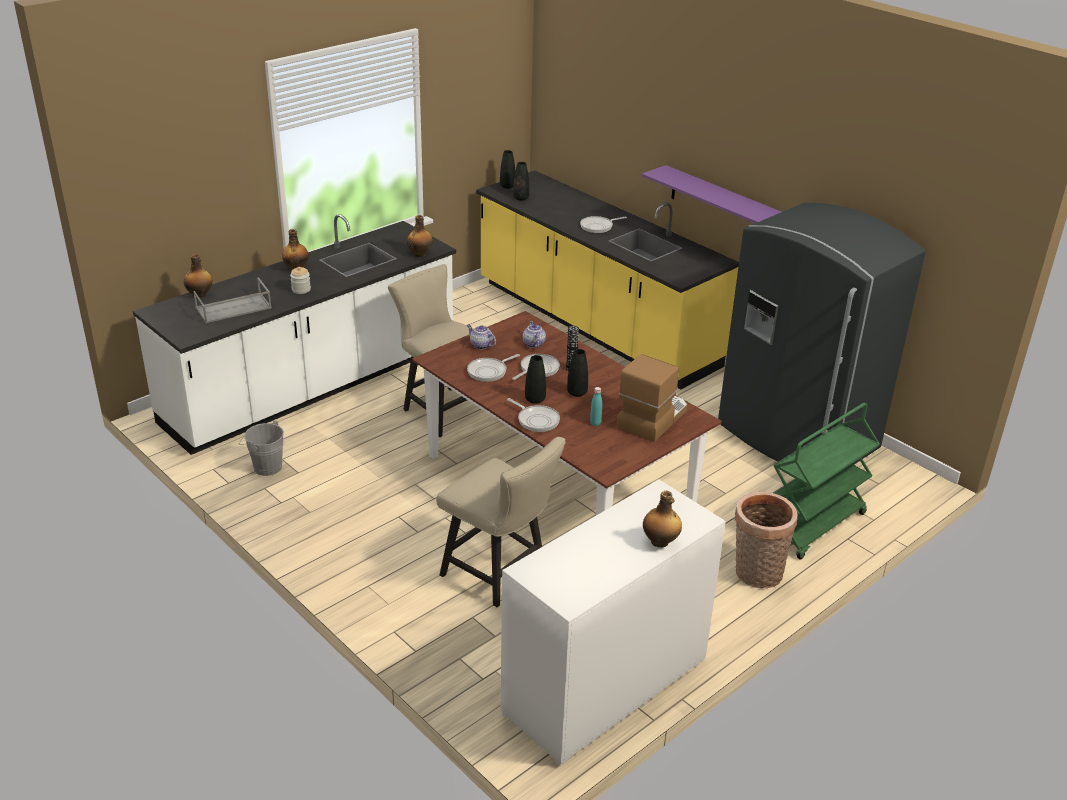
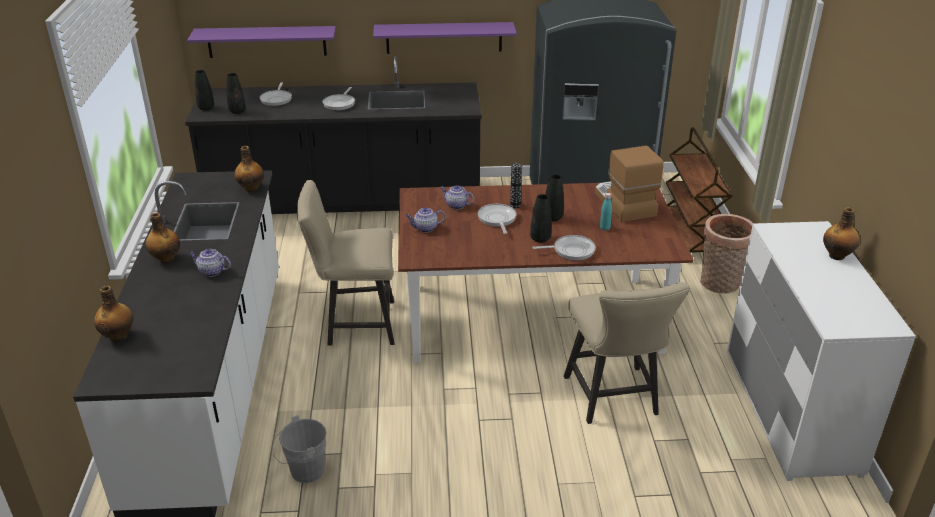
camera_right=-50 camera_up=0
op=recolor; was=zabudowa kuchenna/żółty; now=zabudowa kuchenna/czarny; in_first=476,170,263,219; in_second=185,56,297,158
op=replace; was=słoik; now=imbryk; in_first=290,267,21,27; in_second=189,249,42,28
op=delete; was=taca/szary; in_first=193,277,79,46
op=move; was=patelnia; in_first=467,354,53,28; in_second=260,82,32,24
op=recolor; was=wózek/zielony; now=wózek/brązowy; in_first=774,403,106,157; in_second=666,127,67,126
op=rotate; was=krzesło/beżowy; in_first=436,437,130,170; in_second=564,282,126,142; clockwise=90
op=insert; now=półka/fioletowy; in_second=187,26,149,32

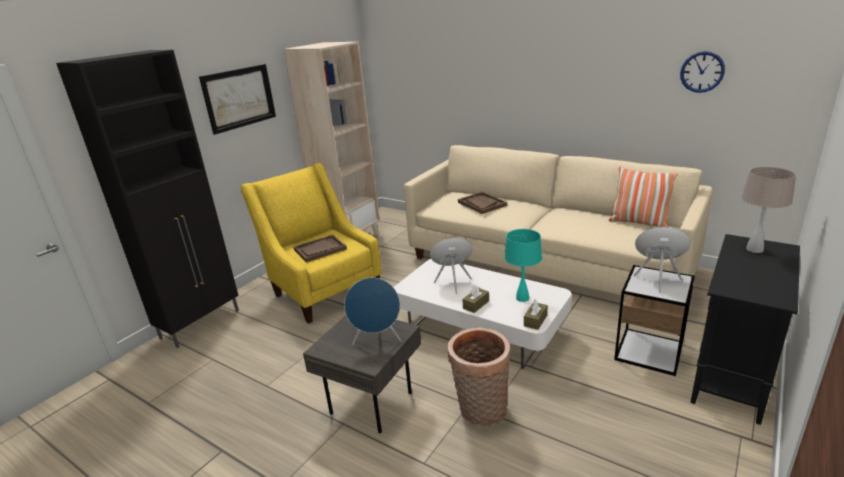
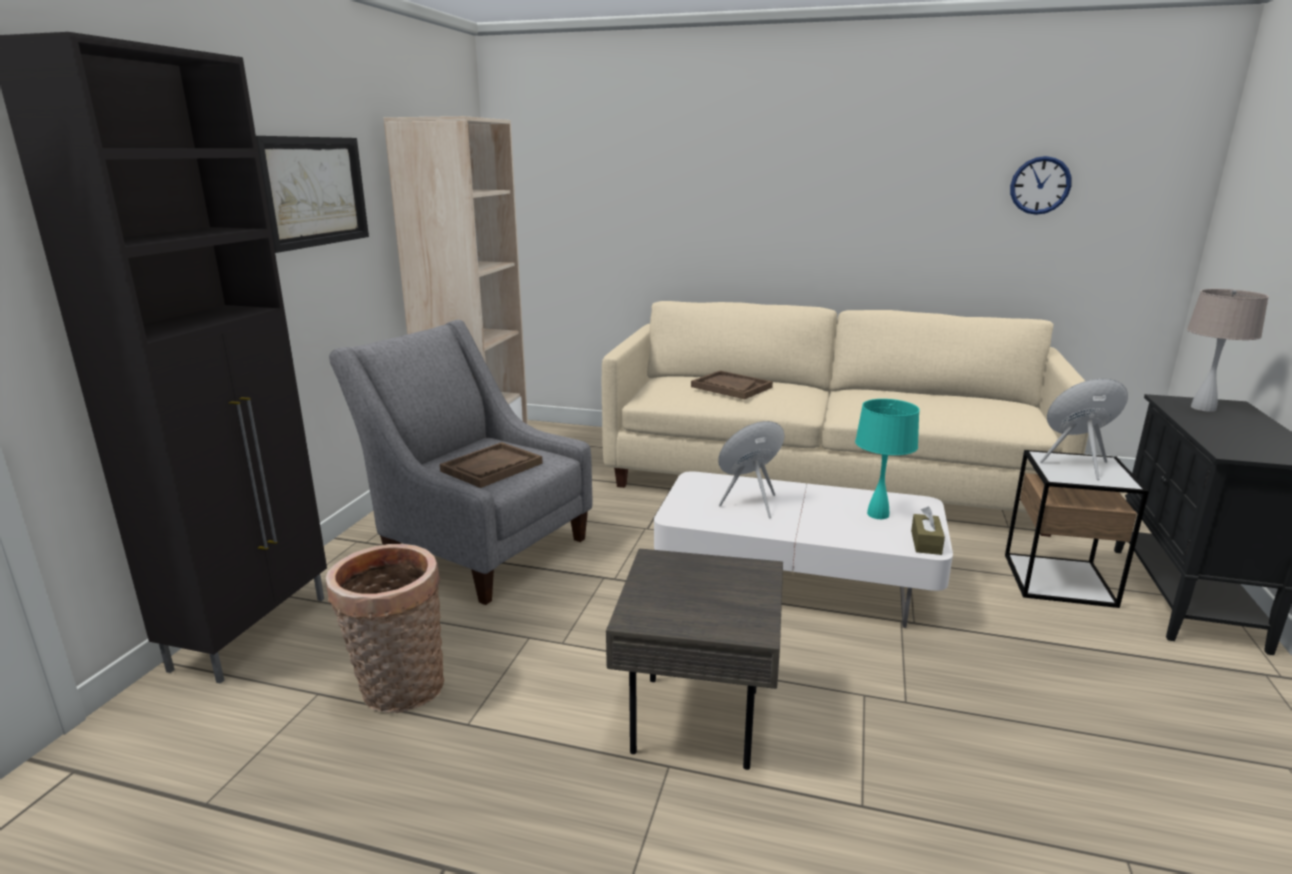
camera_right=-20 camera_up=-5
op=recolor; was=fotel/żółty; now=fotel/szary; in_first=241,163,141,161; in_second=329,320,264,285
op=delete; was=poduszka; in_first=609,167,69,60
op=delete; was=głośnik/niebieski; in_first=344,277,58,68
op=delete; was=pudełko chusteczek/brązowy; in_first=462,285,27,28
op=move; was=koszyk; in_first=448,328,63,99; in_second=326,544,118,169

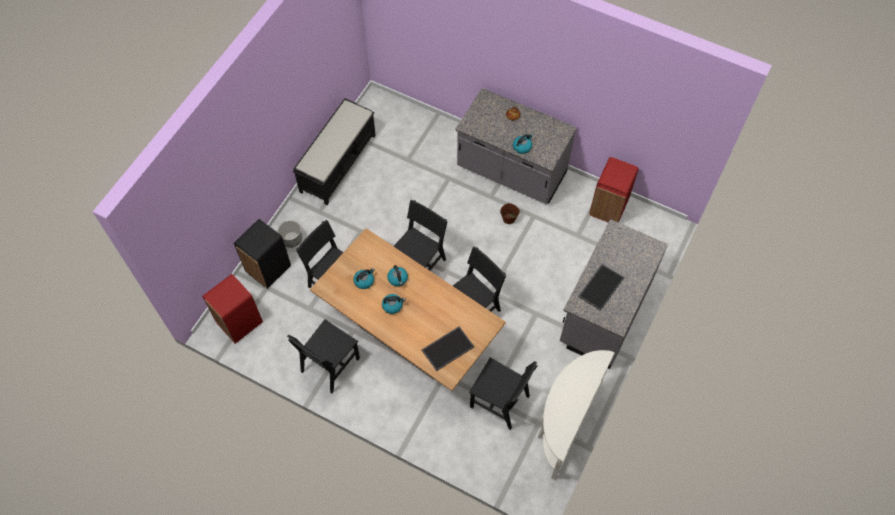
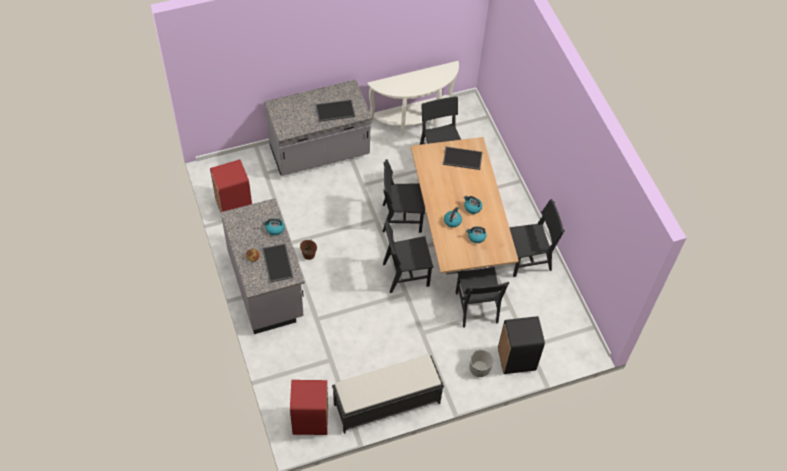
camera_right=-140 camera_up=-5
op=move; was=kosz na śmieci/czerwony; in_first=202,274,61,70; in_second=290,380,38,55
op=insert; now=taca; in_second=262,243,32,40

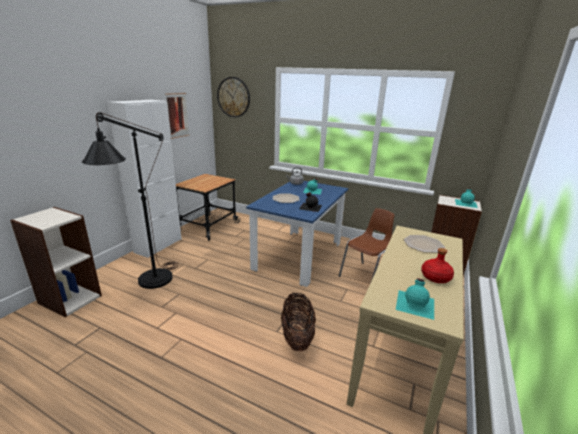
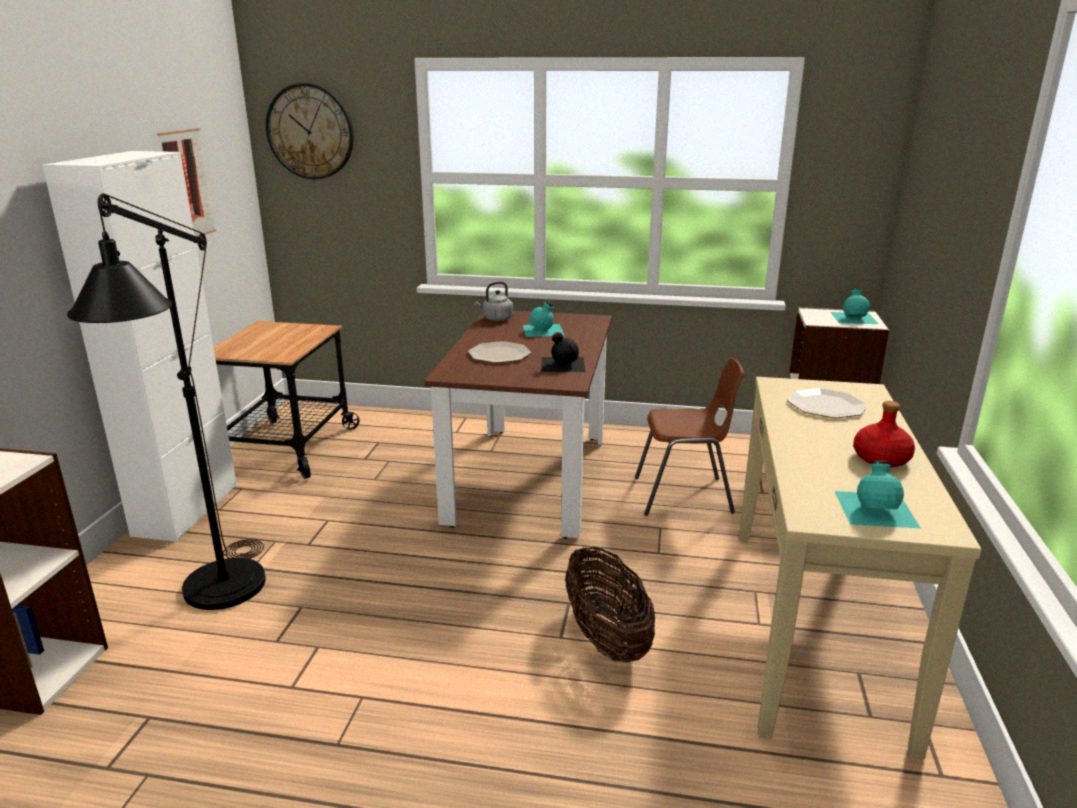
camera_right=-15 camera_up=0
op=recolor; was=stół jadalny/niebieski; now=stół jadalny/brązowy; in_first=246,181,102,106; in_second=424,310,188,229
op=rotate; was=krzesło/brązowy; in_first=338,208,56,73; in_second=635,358,109,158; clockwise=60

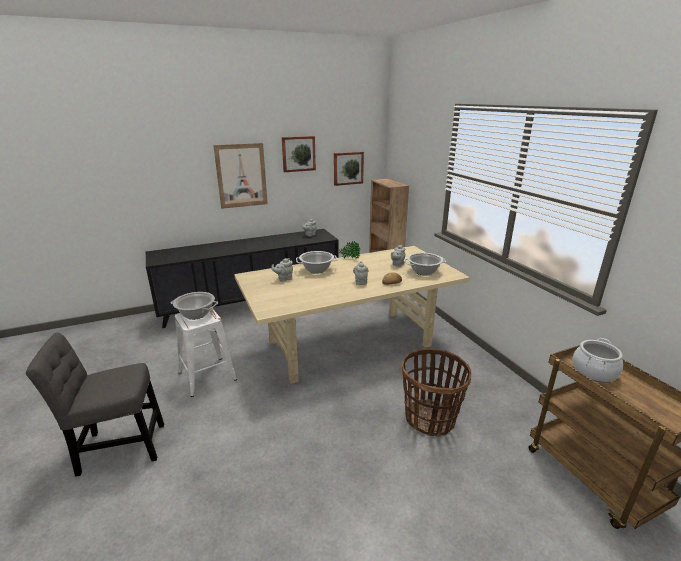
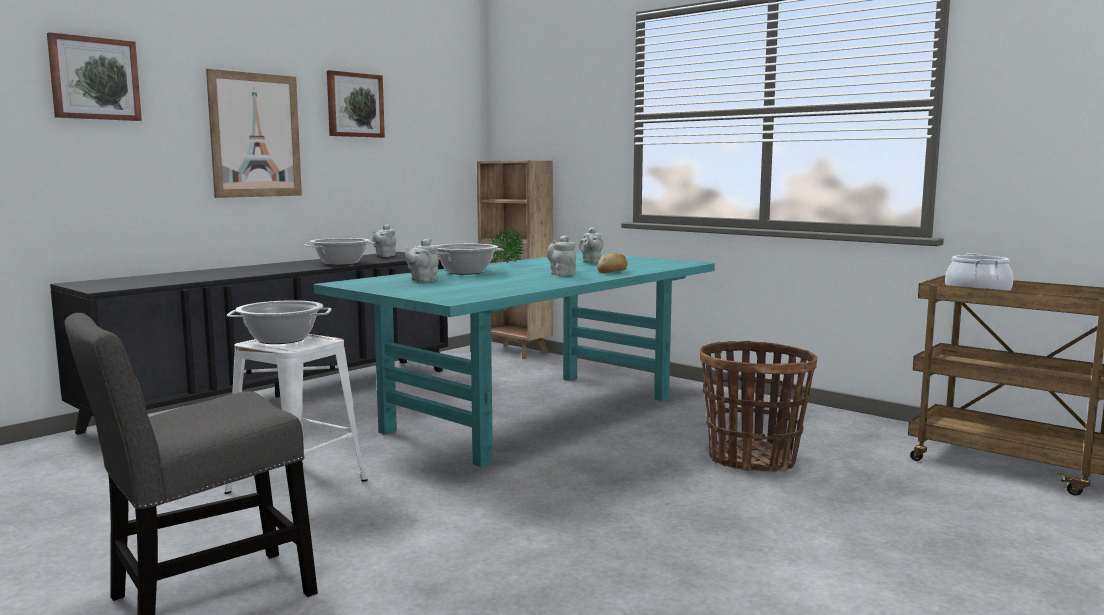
camera_right=-25 camera_up=-15
op=move; was=obraz; in_first=334,151,30,35; in_second=47,32,95,89
op=recolor; was=stół jadalny/beżowy; now=stół jadalny/turkusowy; in_first=234,246,236,138; in_second=314,253,401,214
op=move; was=garnek; in_first=404,253,43,23; in_second=304,238,72,27

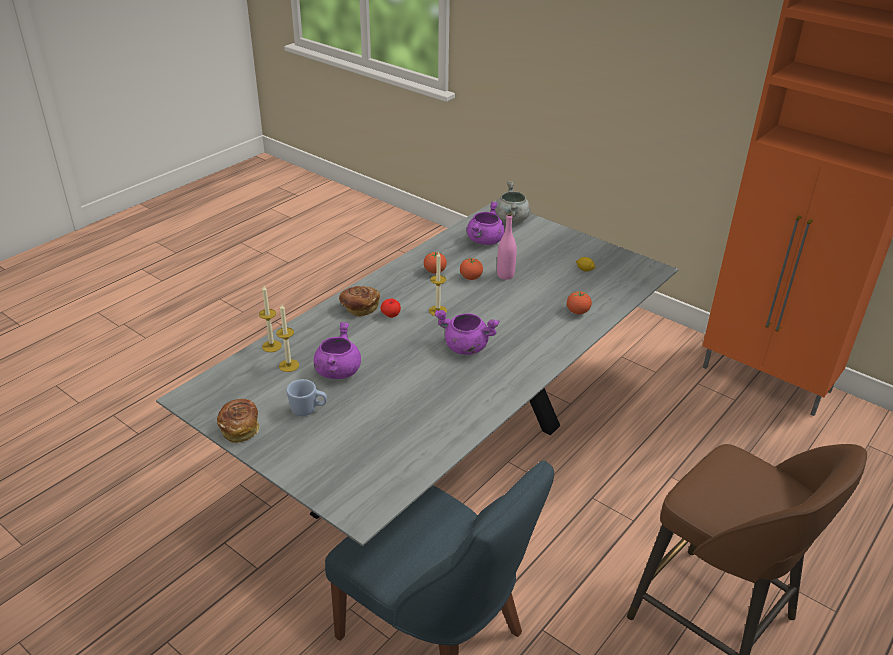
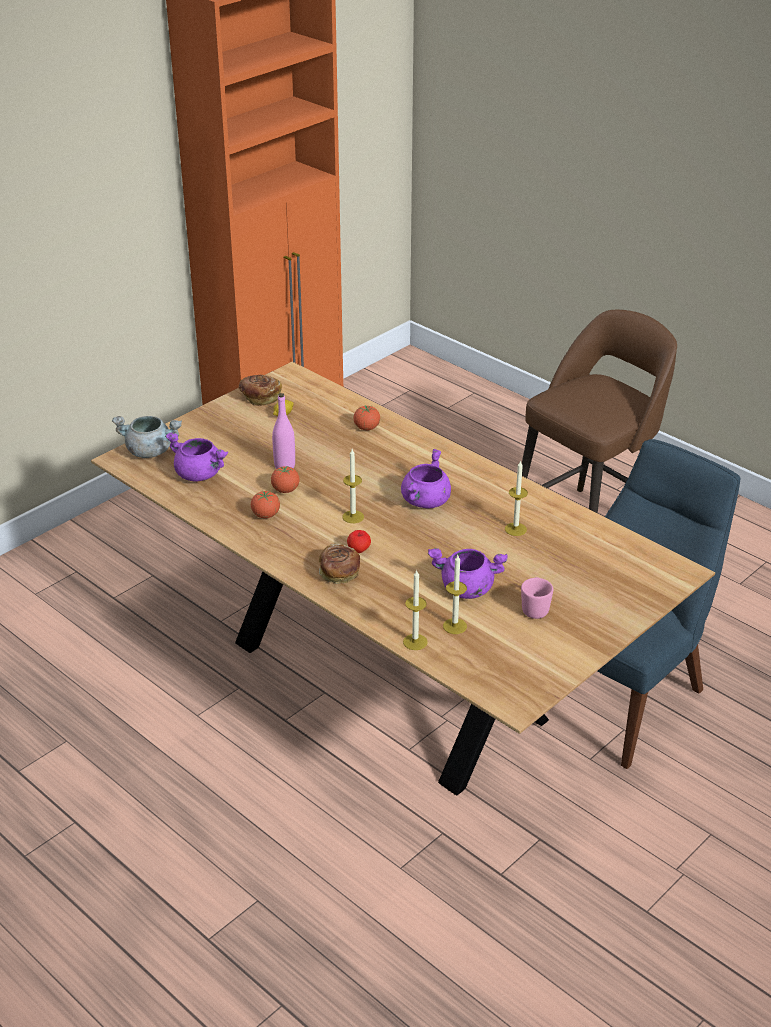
camera_right=-85 camera_up=0
op=recolor; was=stół jadalny/szary; now=stół jadalny/brązowy; in_first=156,200,523,346; in_second=91,362,624,433
op=recolor; was=kubek/niebieski; now=kubek/różowy; in_first=287,379,40,37; in_second=521,577,32,42
op=move; was=chleb; in_first=217,399,43,44; in_second=239,375,43,31
op=insert; now=świeca; in_second=505,460,23,76

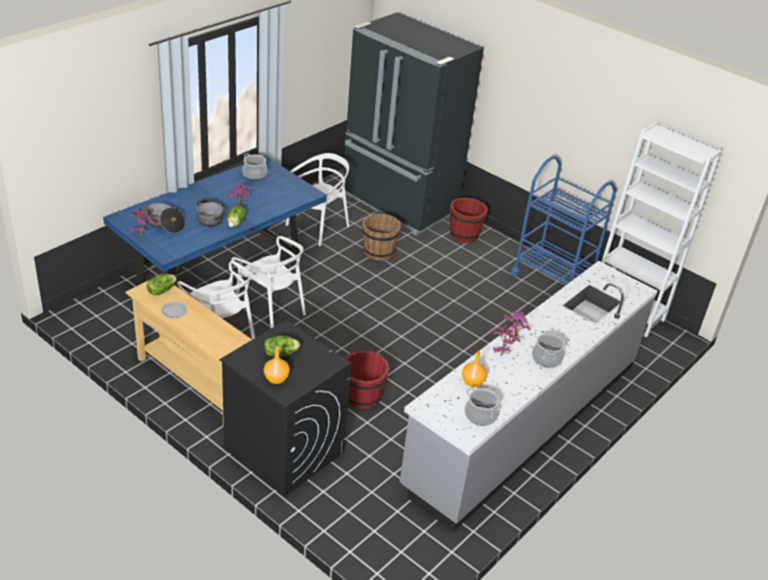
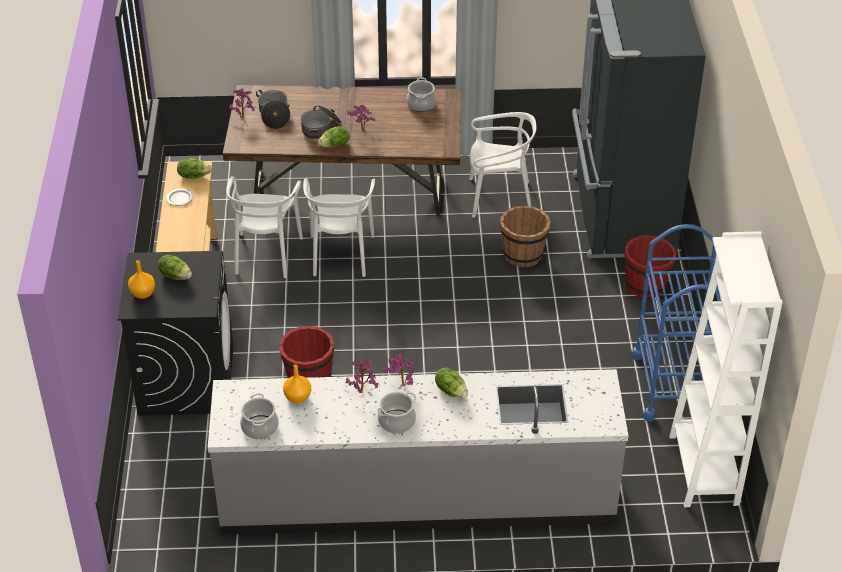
camera_right=50 camera_up=5
op=recolor; was=stół jadalny/niebieski; now=stół jadalny/brązowy; in_first=103,156,224,130; in_second=223,85,239,131
op=insert; now=sałata; in_second=435,367,33,31

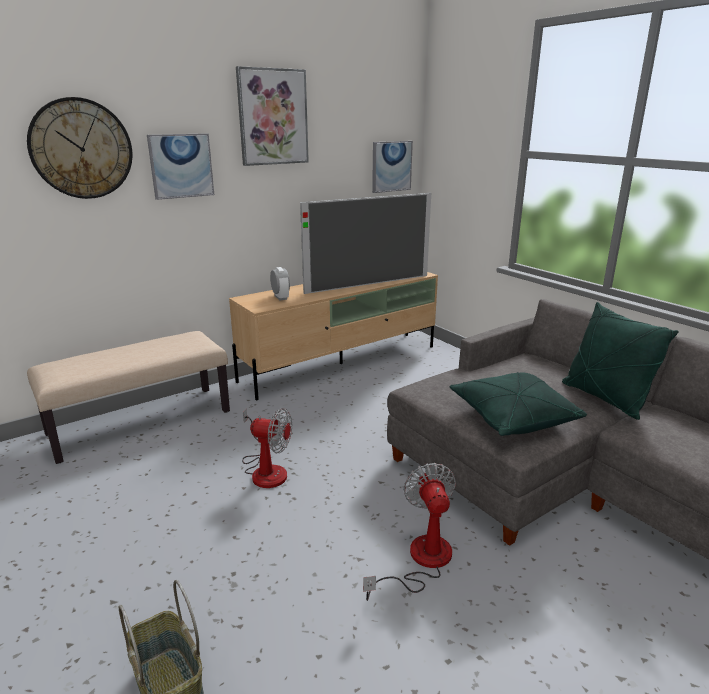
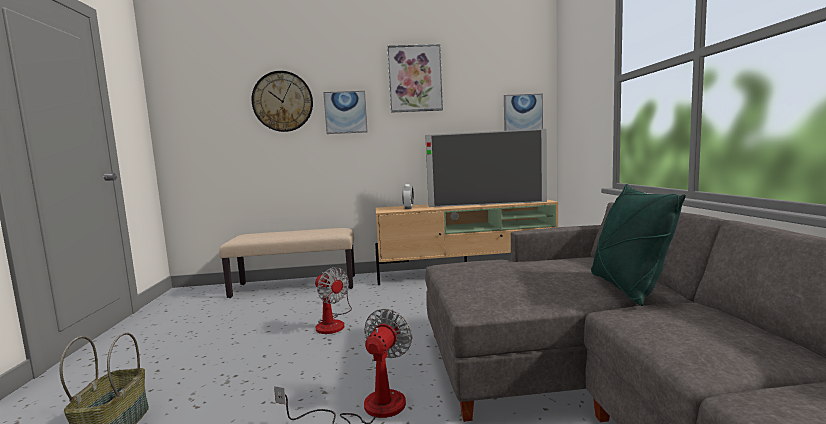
camera_right=30 camera_up=-15
op=delete; was=poduszka/zielony; in_first=449,372,138,64

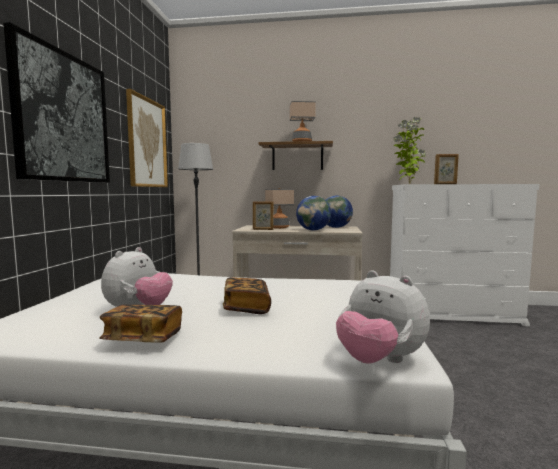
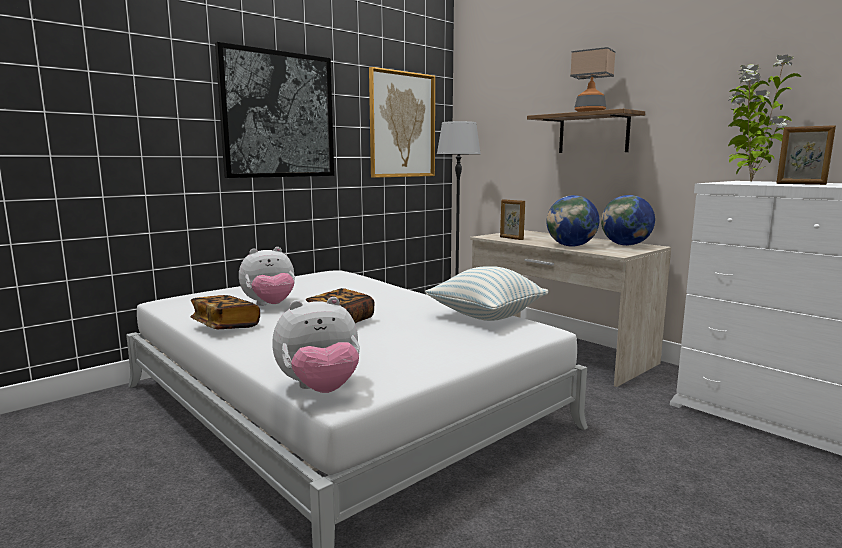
camera_right=40 camera_up=5
op=delete; was=lampa stołowa; in_first=265,188,29,41
op=rotate; was=pluszak; in_first=336,270,94,94; in_second=272,297,88,96; clockwise=-105
op=insert; now=poduszka; in_second=425,266,123,55

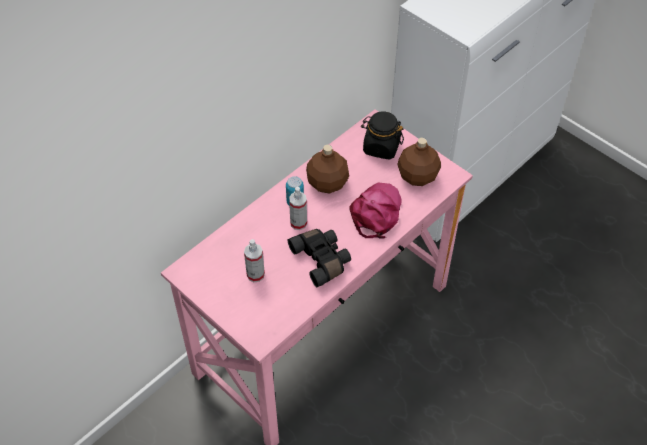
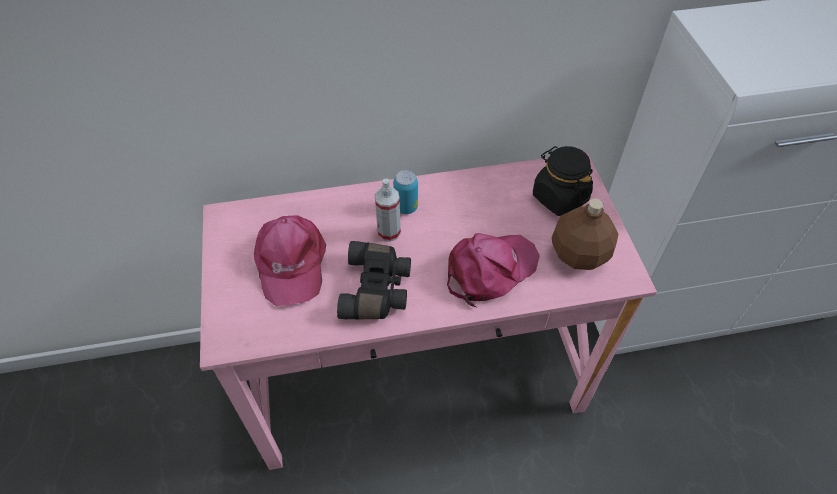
camera_right=35 camera_up=0
op=delete; was=butelka/brązowy; in_first=306,144,43,50
op=replace; was=spryskiwacz; now=czapka z daszkiem/różowy; in_first=244,239,21,43; in_second=254,215,72,91

